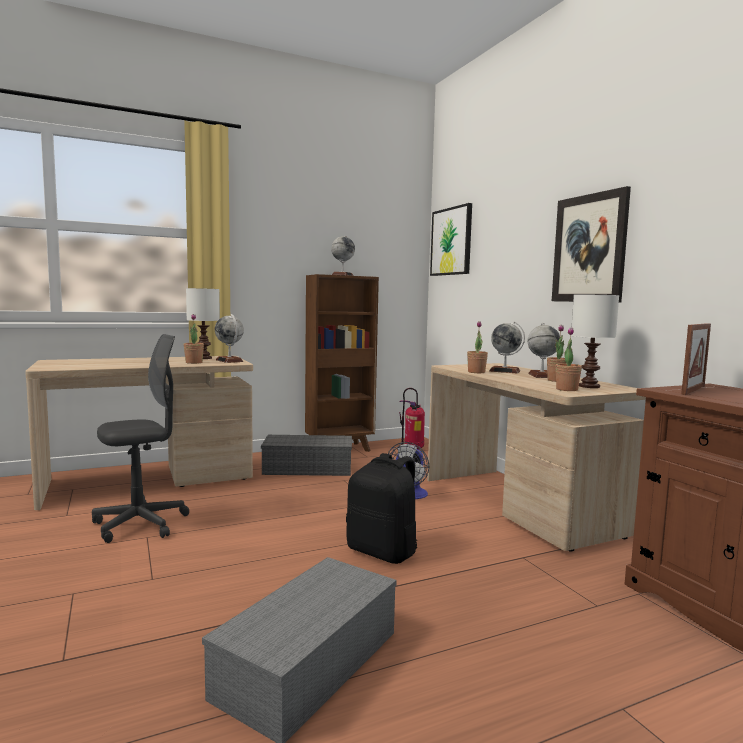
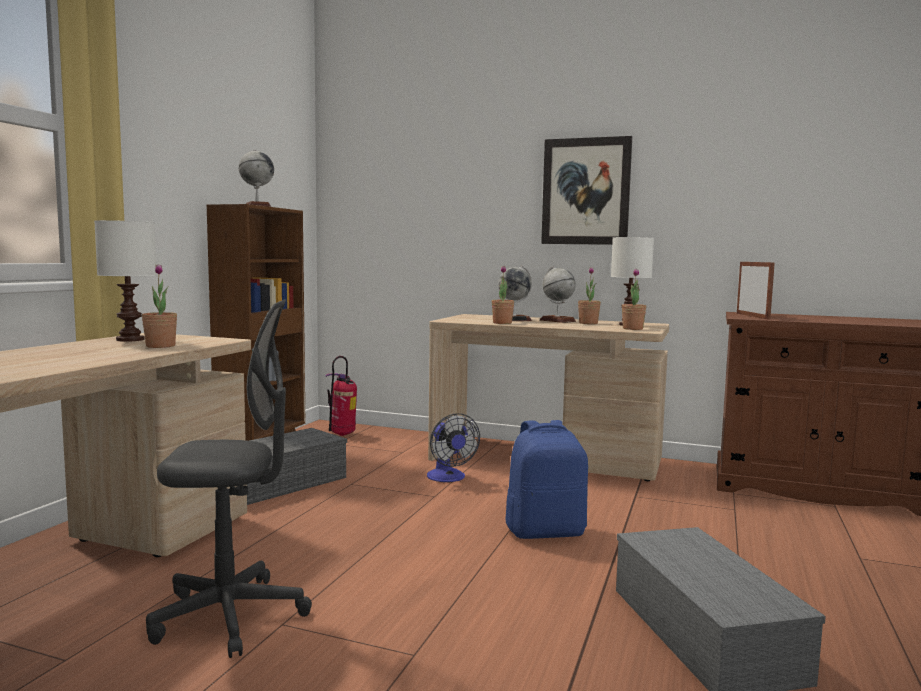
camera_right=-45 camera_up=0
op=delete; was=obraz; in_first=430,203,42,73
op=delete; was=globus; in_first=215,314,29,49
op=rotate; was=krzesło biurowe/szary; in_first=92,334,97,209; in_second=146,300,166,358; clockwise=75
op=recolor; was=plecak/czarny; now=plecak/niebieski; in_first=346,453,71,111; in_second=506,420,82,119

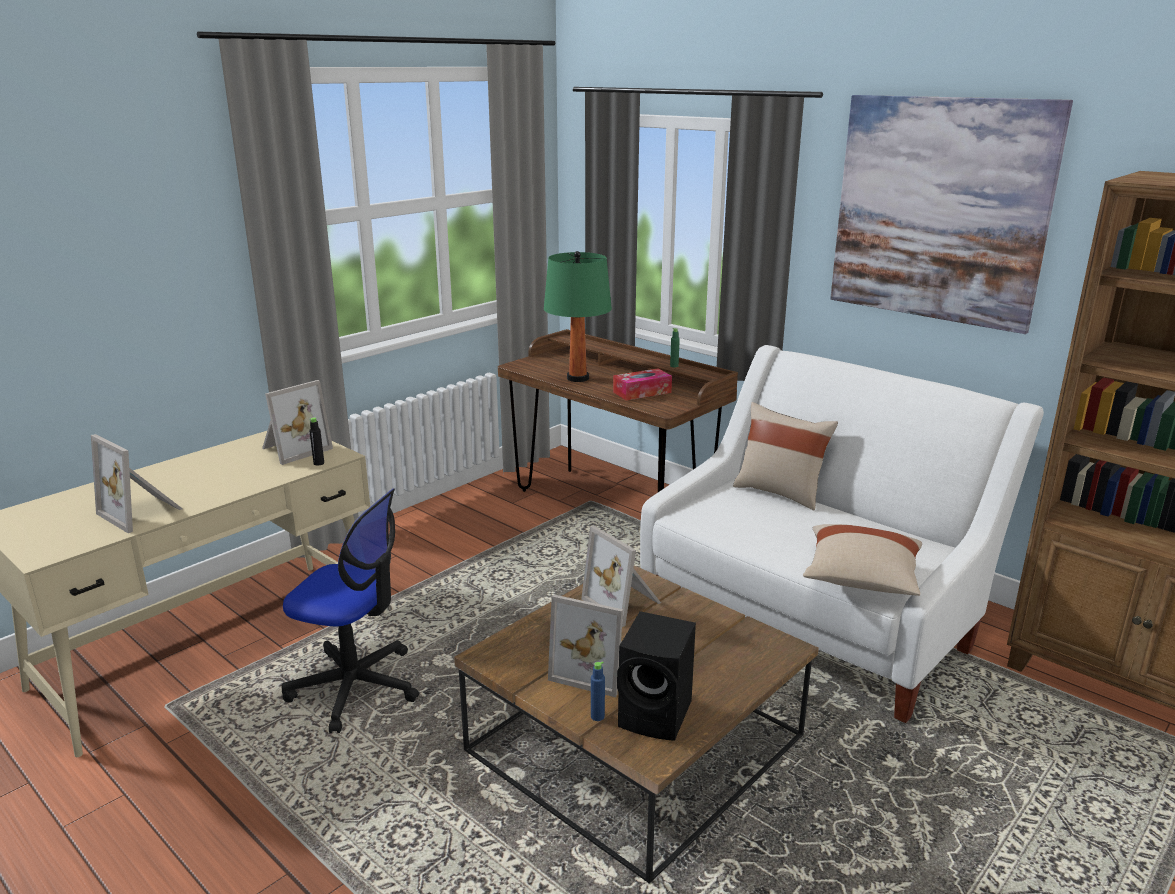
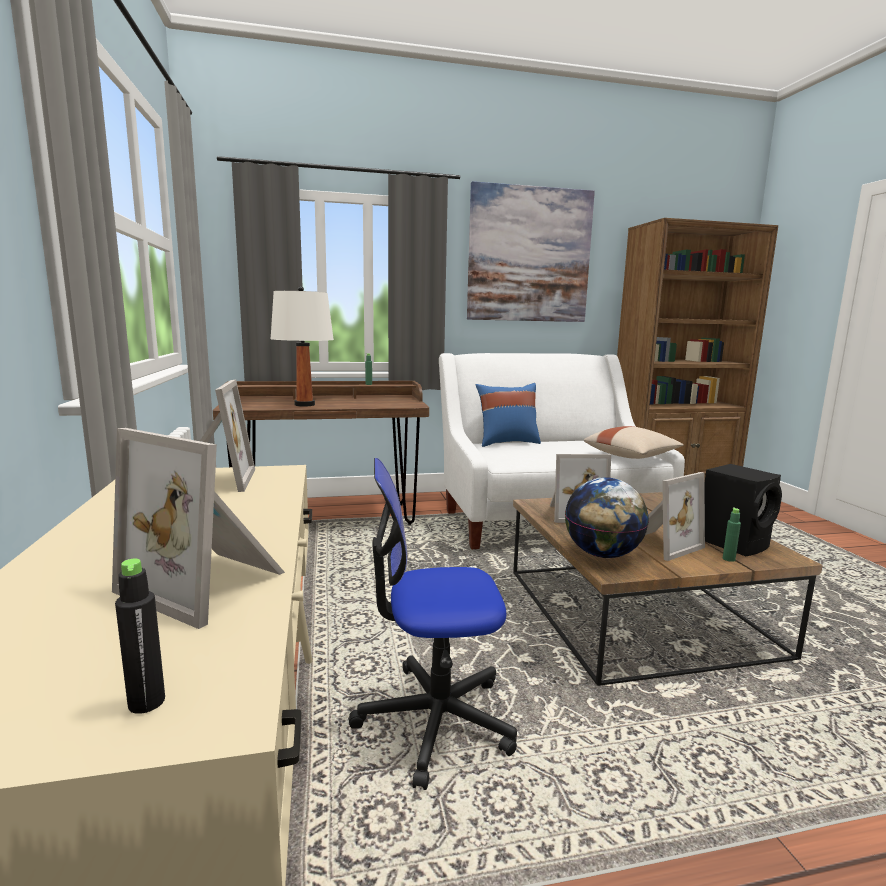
camera_right=-55 camera_up=-10
op=recolor; was=lampa stołowa/zielony; now=lampa stołowa/biały; in_first=544,251,68,131; in_second=271,286,63,121
op=delete; was=pudełko chusteczek; in_first=613,368,59,32
op=recolor; was=poduszka/beżowy; now=poduszka/niebieski; in_first=733,402,105,109; in_second=476,383,65,64
op=move; was=butelka/czarny; in_first=309,417,15,48; in_second=115,559,50,155
op=rotate; was=ramka na zdjęcie; in_first=91,434,92,99; in_second=112,428,173,201; clockwise=45
op=rotate; was=krzesło biurowe; in_first=282,489,137,244; in_second=349,458,168,332; clockwise=-150
op=recolor; was=butelka/niebieski; now=butelka/zielony; in_first=591,661,14,60; in_second=723,508,18,54
op=insert; now=globus; in_second=565,477,84,81

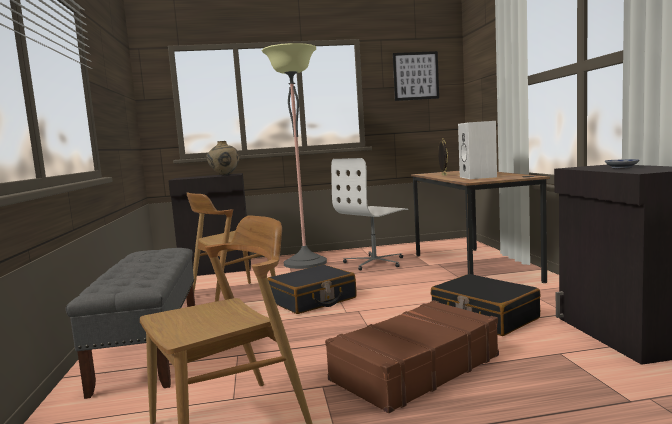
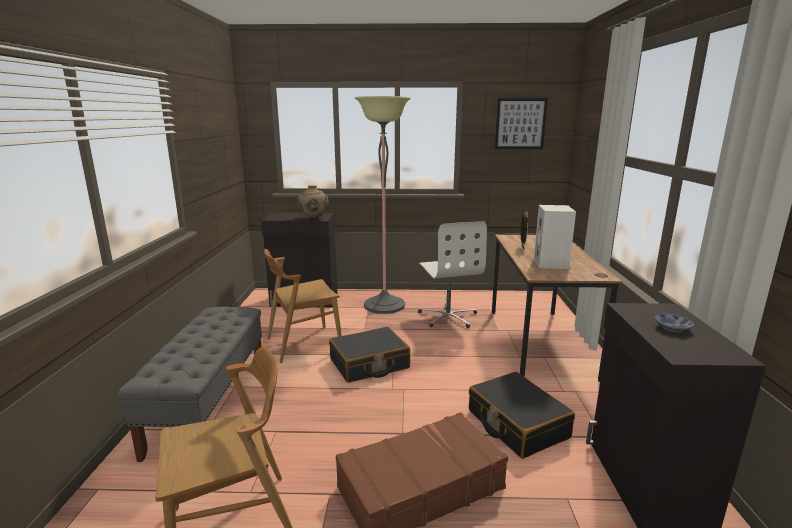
camera_right=10 camera_up=10
op=rotate; was=krzesło biurowe/biały; in_first=331,158,77,113; in_second=418,221,69,107; clockwise=-75

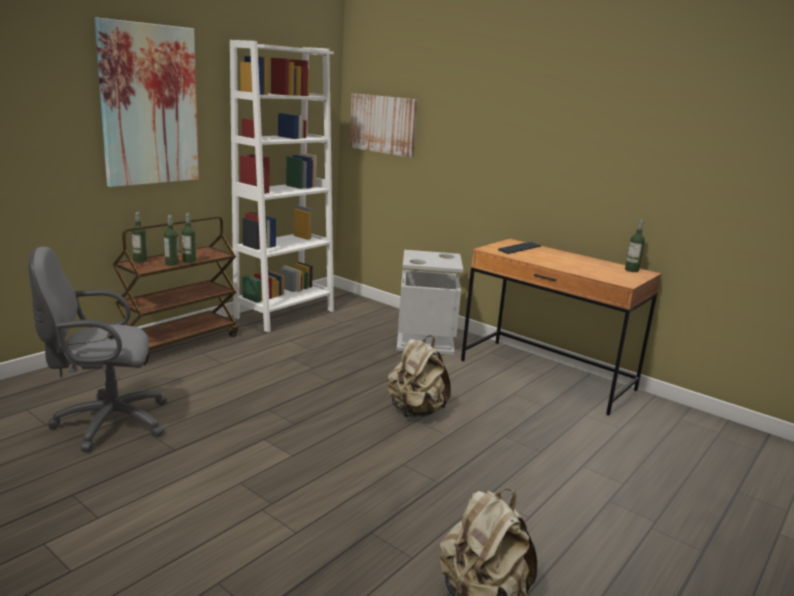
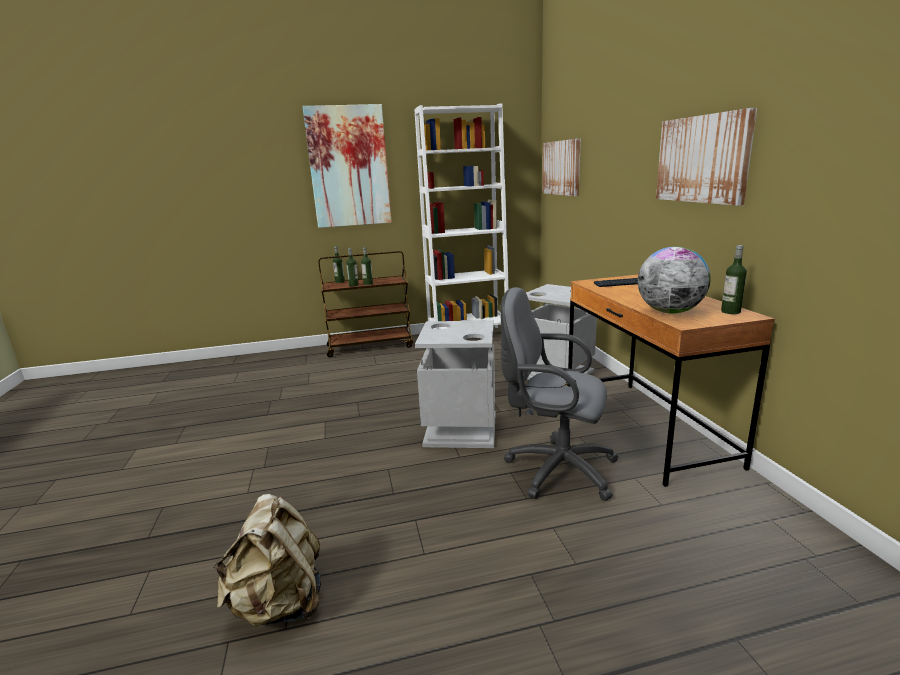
camera_right=40 camera_up=0
op=move; was=krzesło biurowe/szary; in_first=28,247,139,205; in_second=500,287,118,214
op=replace; was=plecak/beżowy; now=kosz na śmieci/szary; in_first=388,335,63,83; in_second=415,320,80,128
op=insert; now=obraz; in_second=656,108,101,98
op=insert; now=globus; in_second=638,246,72,67

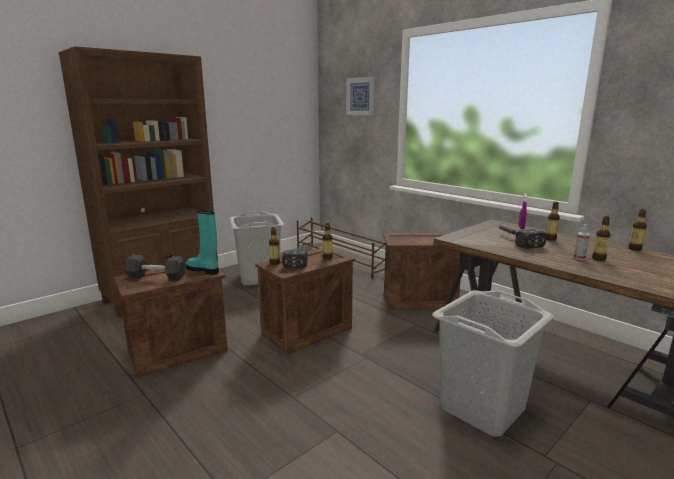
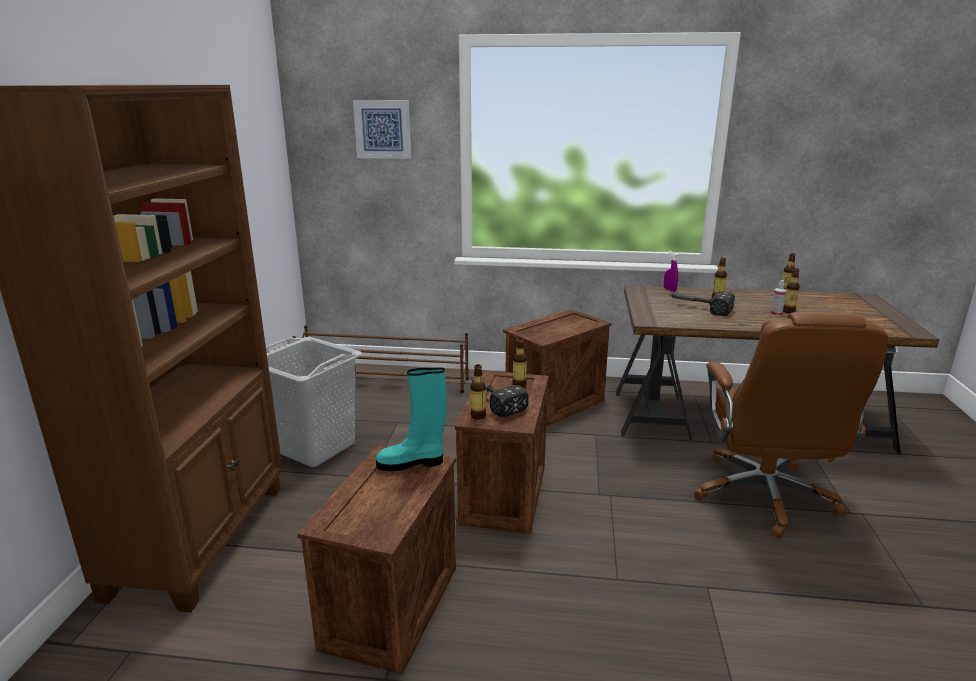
camera_right=-40 camera_up=5
op=delete; was=hantel/szary; in_first=125,255,61,26
op=replace; was=kosz na pranie/szary; now=krzesło biurowe/brązowy; in_first=432,290,122,147; in_second=694,312,194,227

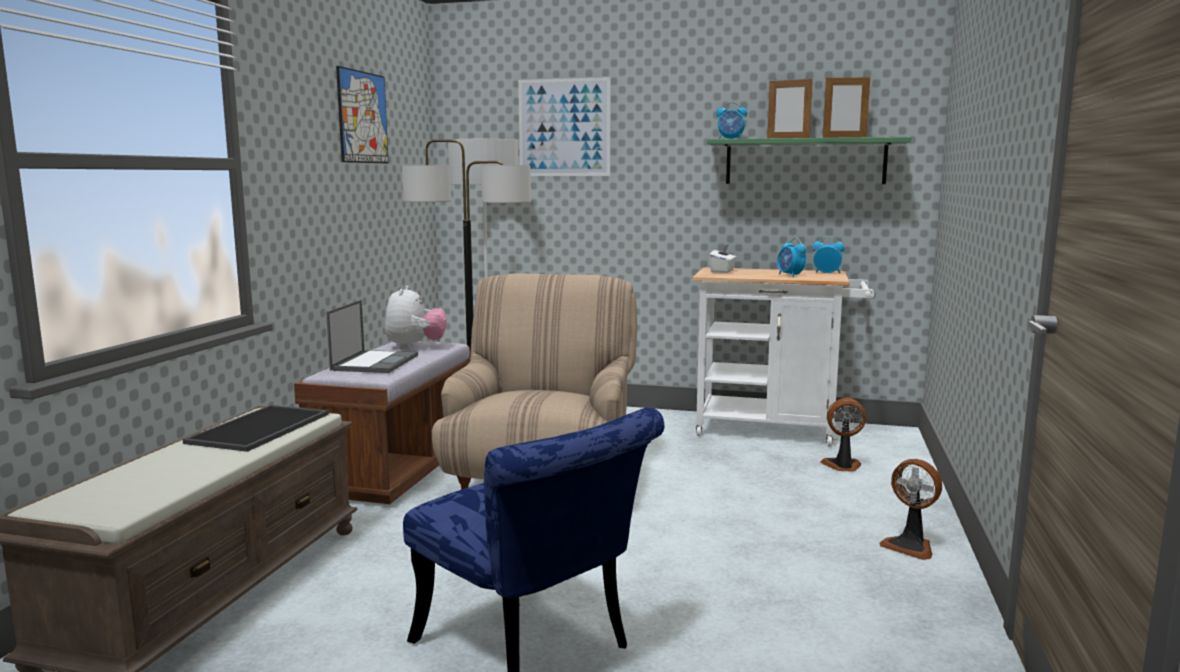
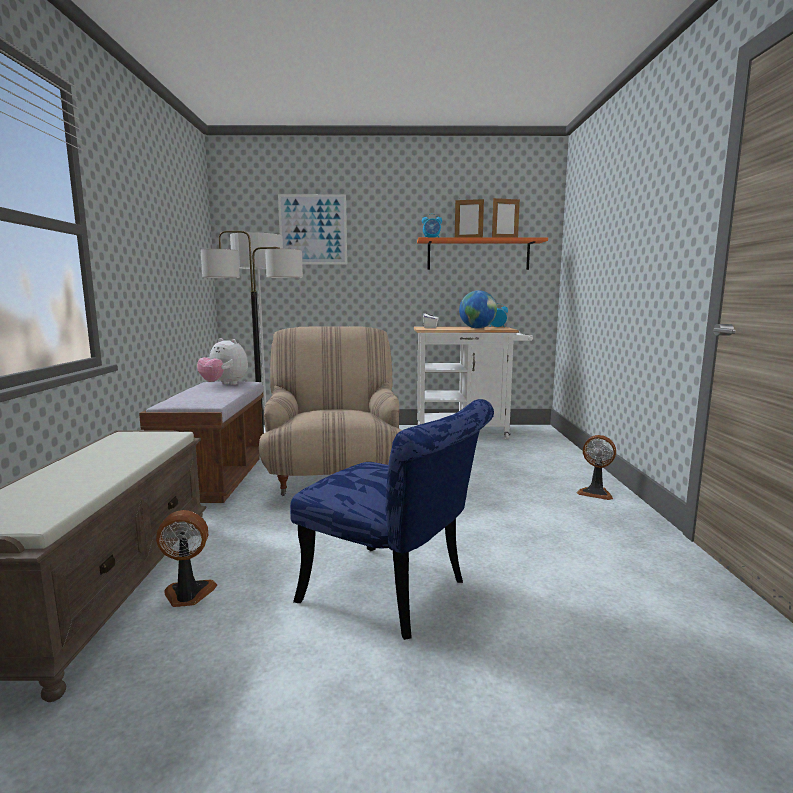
camera_right=-15 camera_up=0
op=delete; was=obraz; in_first=336,66,53,97
op=recolor; was=półka/zielony; now=półka/pomarańczowy; in_first=707,137,204,47; in_second=417,237,131,33
op=replace; was=budzik; now=globus; in_first=777,238,29,39; in_second=459,290,38,39
op=rotate; was=pluszak; in_first=385,286,62,64; in_second=197,338,51,47; clockwise=135
op=delete; was=laptop; in_first=326,300,92,73
op=move; was=wentylator; in_first=820,398,46,74; in_second=156,510,61,97
op=delete; was=taca; in_first=183,405,146,47

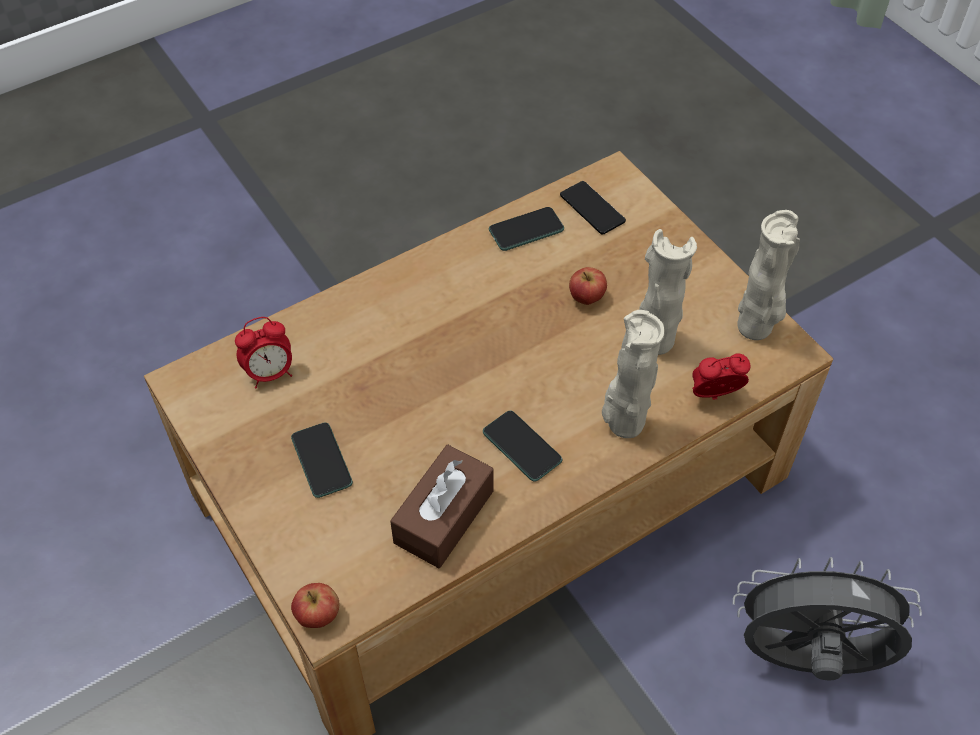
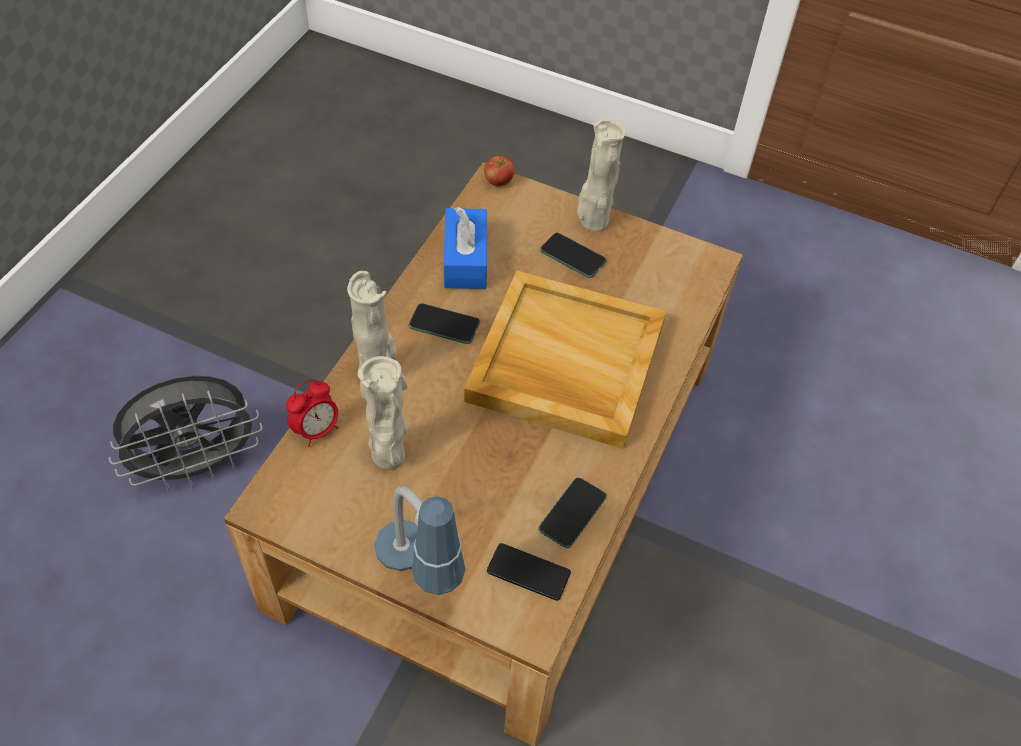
camera_right=145 camera_up=0
op=move; was=wazon/beżowy; in_first=737,210,63,130; in_second=577,118,48,114
op=delete; was=jabłko; in_first=569,267,38,38
op=delete; was=budzik; in_first=235,317,57,72
op=recolor; was=pudełko chusteczek/brązowy; now=pudełko chusteczek/niebieski; in_first=390,445,103,123; in_second=444,207,43,82
op=insert; now=taca/beżowy; in_second=464,270,202,179
op=insert; now=lampa stołowa; in_second=374,485,92,110

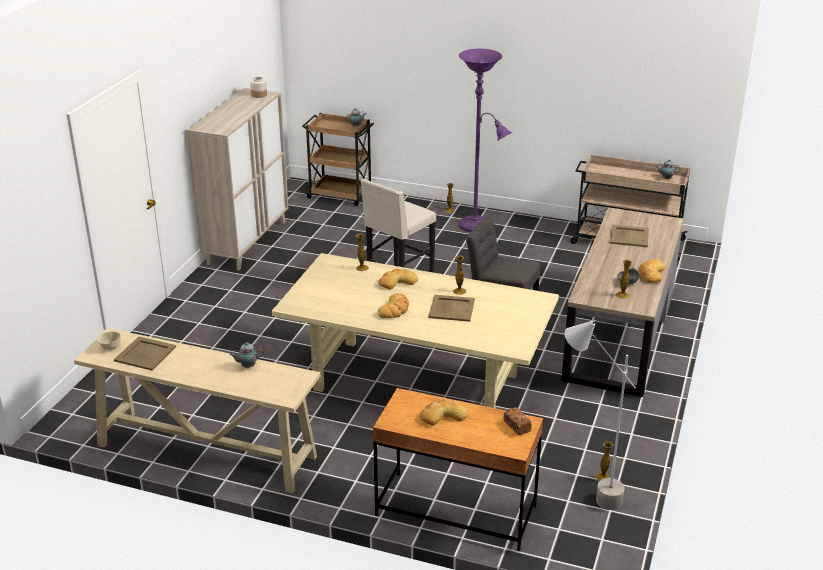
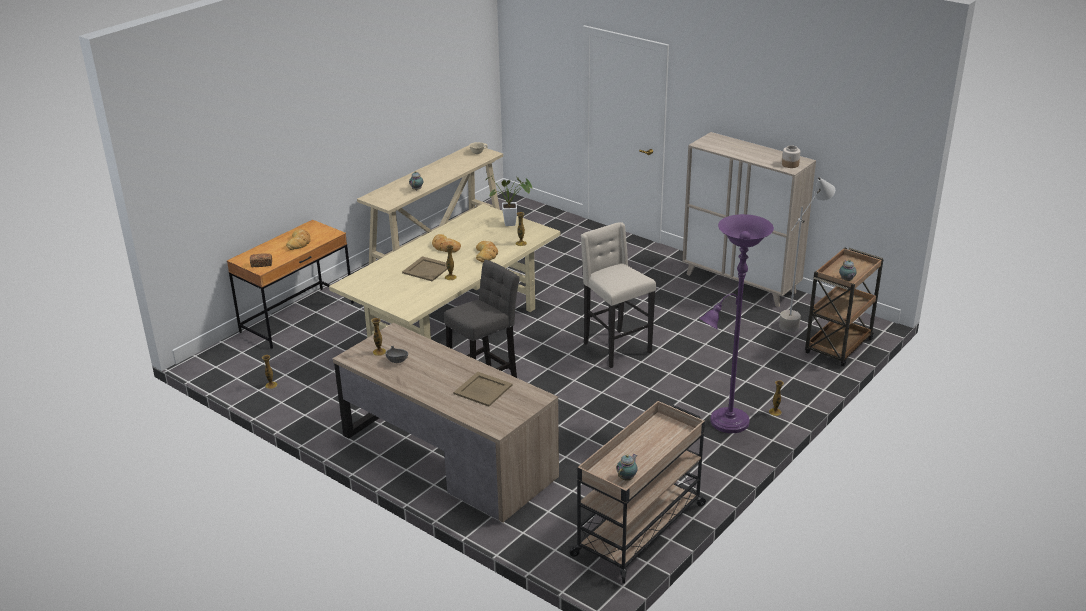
camera_right=110 camera_up=0
op=delete; was=chleb; in_first=638,259,27,24
op=move; was=lampa stojąca/szary; in_first=565,320,71,190; in_second=779,177,56,155
op=delete; was=taca/beżowy; in_first=114,337,62,34
op=insert; now=roślina doniczkowa; in_second=486,174,47,52

